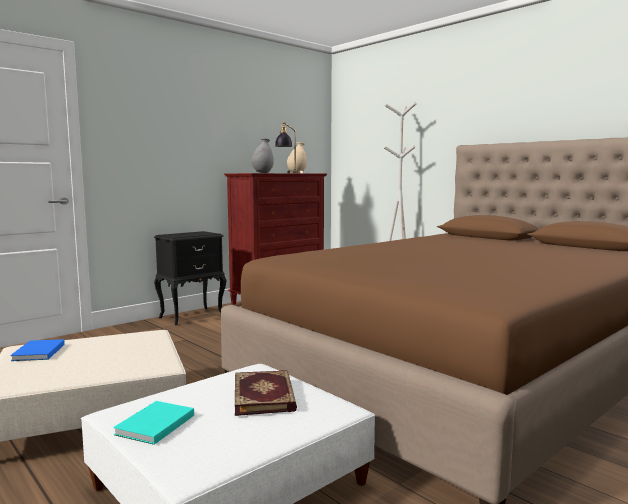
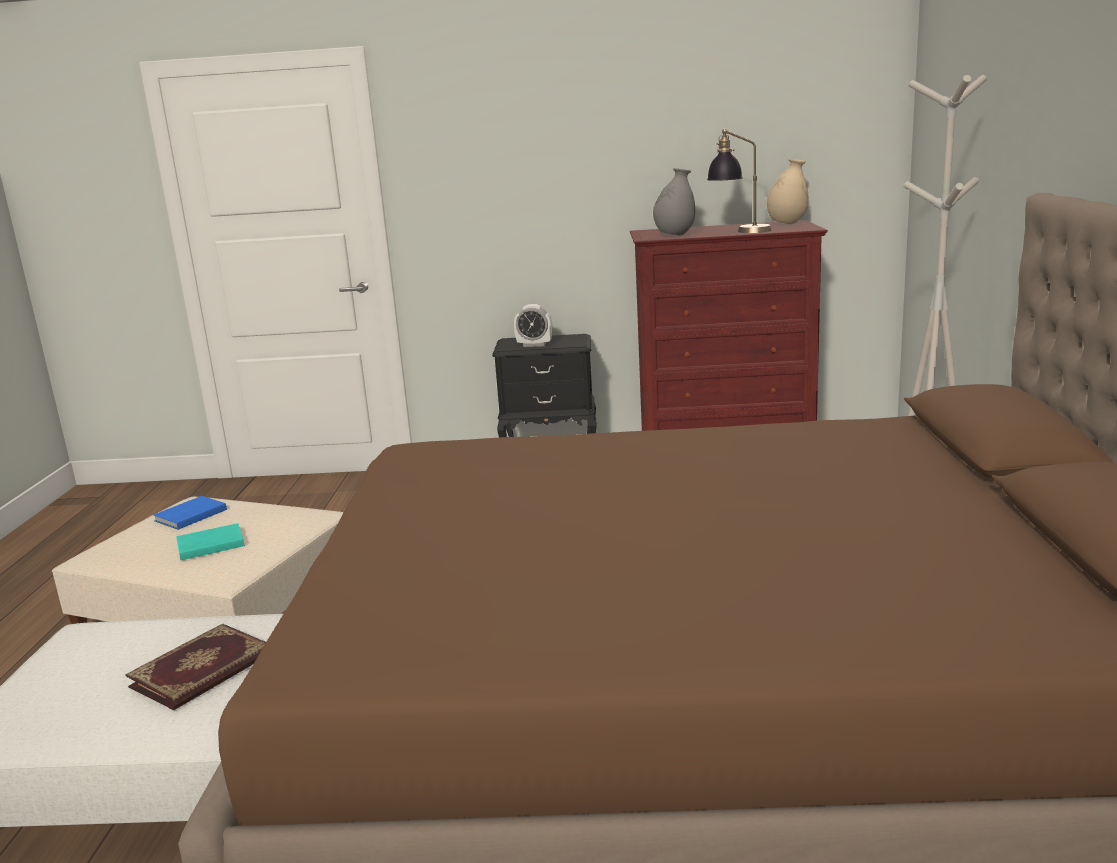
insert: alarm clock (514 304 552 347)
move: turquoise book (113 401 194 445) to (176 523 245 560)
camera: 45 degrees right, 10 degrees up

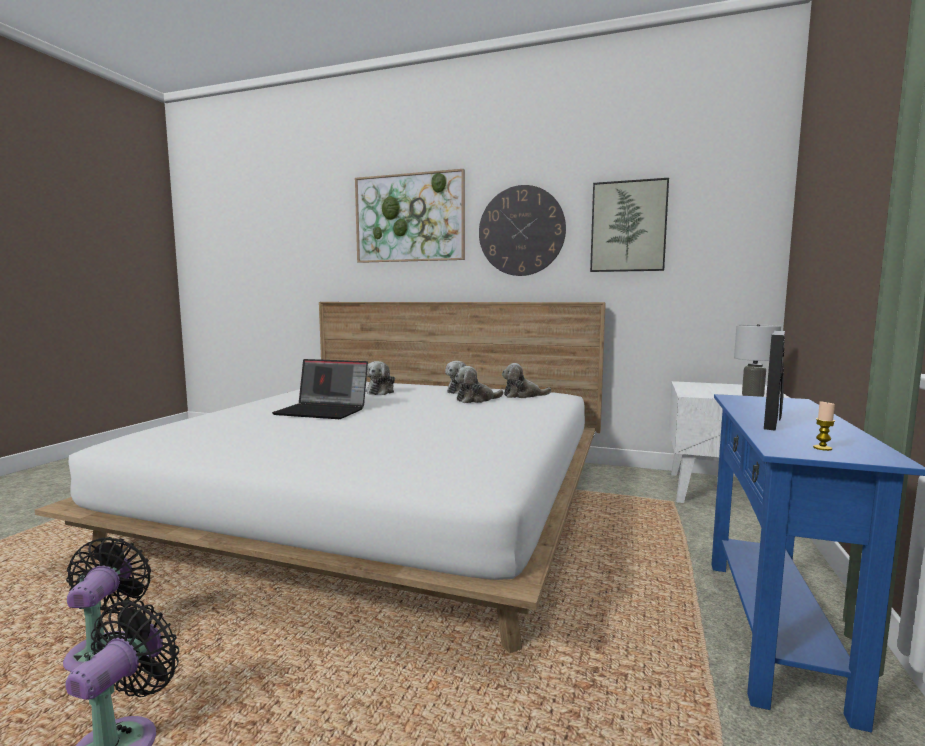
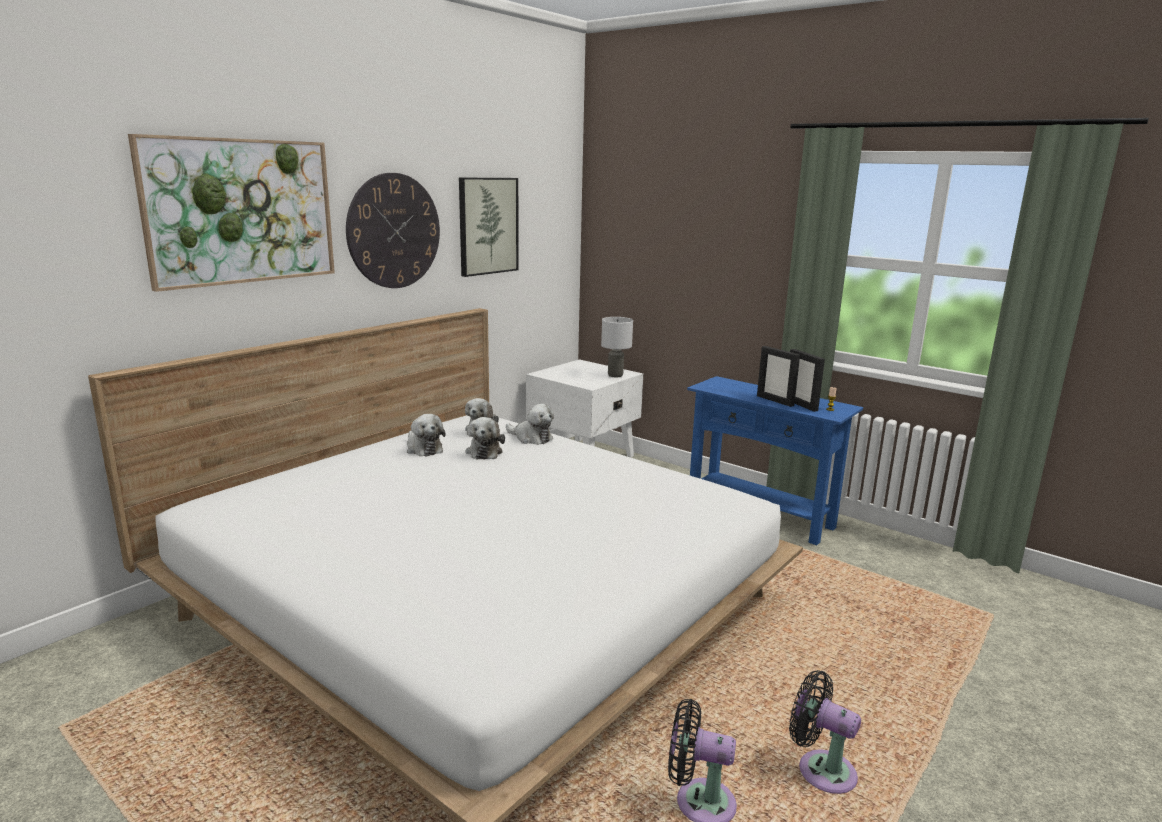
delete: laptop (272 359 368 419)
insert: picture frame (790 349 825 412)
move: plush toy (366 361 395 395) to (506 404 554 445)
camera: 70 degrees left, 10 degrees up

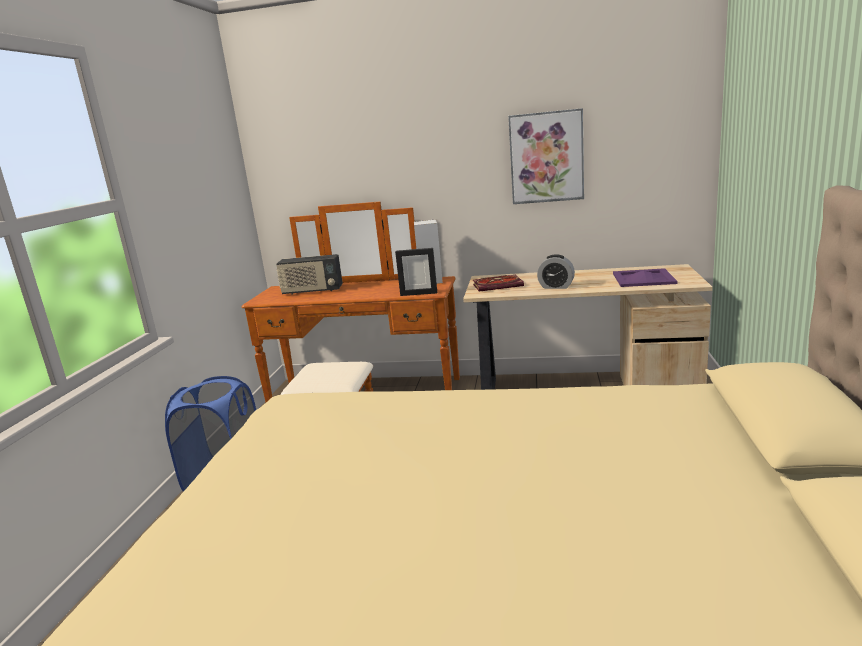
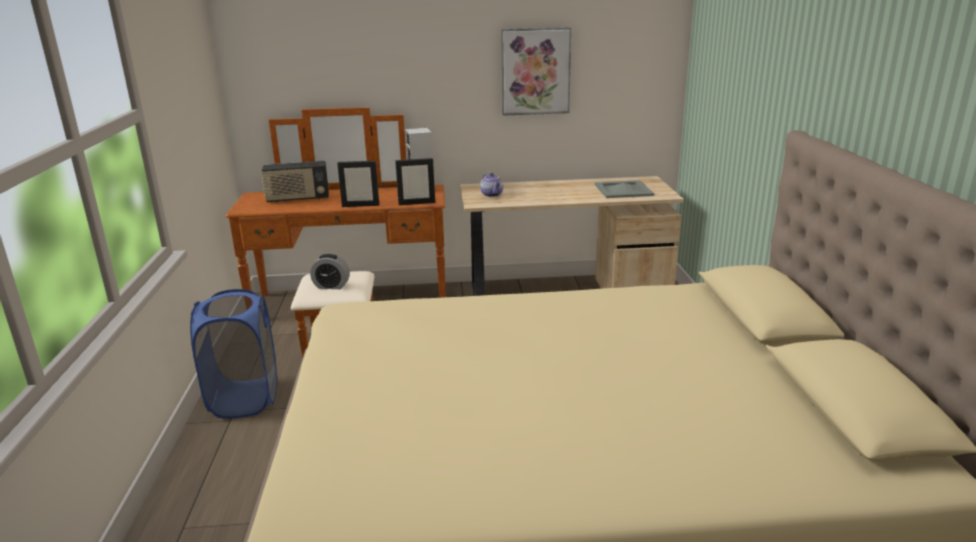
insert: picture frame (337 161 379 207)
move: alarm clock (537 254 575 289) to (310 254 350 289)
replace: book (473 275 524 292) to teapot (480 173 503 197)
recolor: purple tray (613 268 678 287) to grey tray (595 180 654 198)
camera: 15 degrees left, 5 degrees up

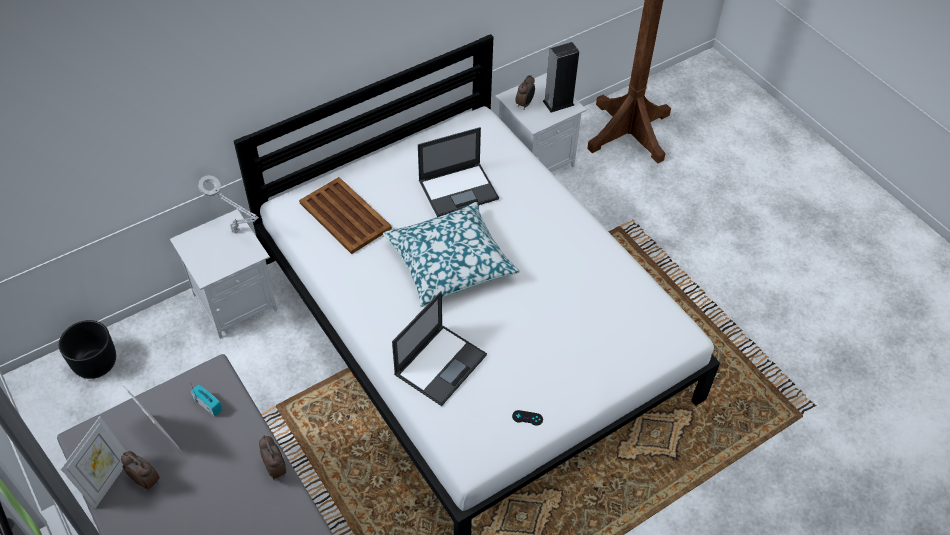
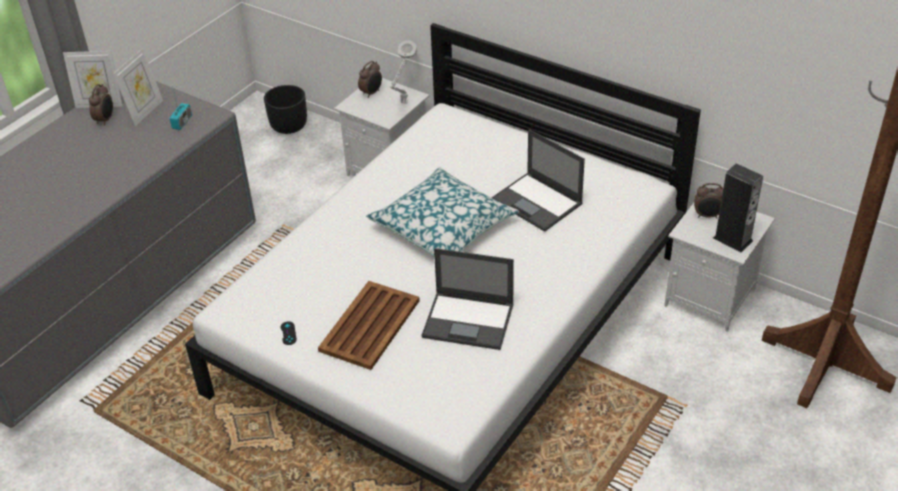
move: brown tray (299 177 392 254) to (318 281 420 370); laptop (392 291 487 406) to (421 248 514 350); alarm clock (259 436 286 479) to (358 61 382 98)
camera: 70 degrees right, 10 degrees down

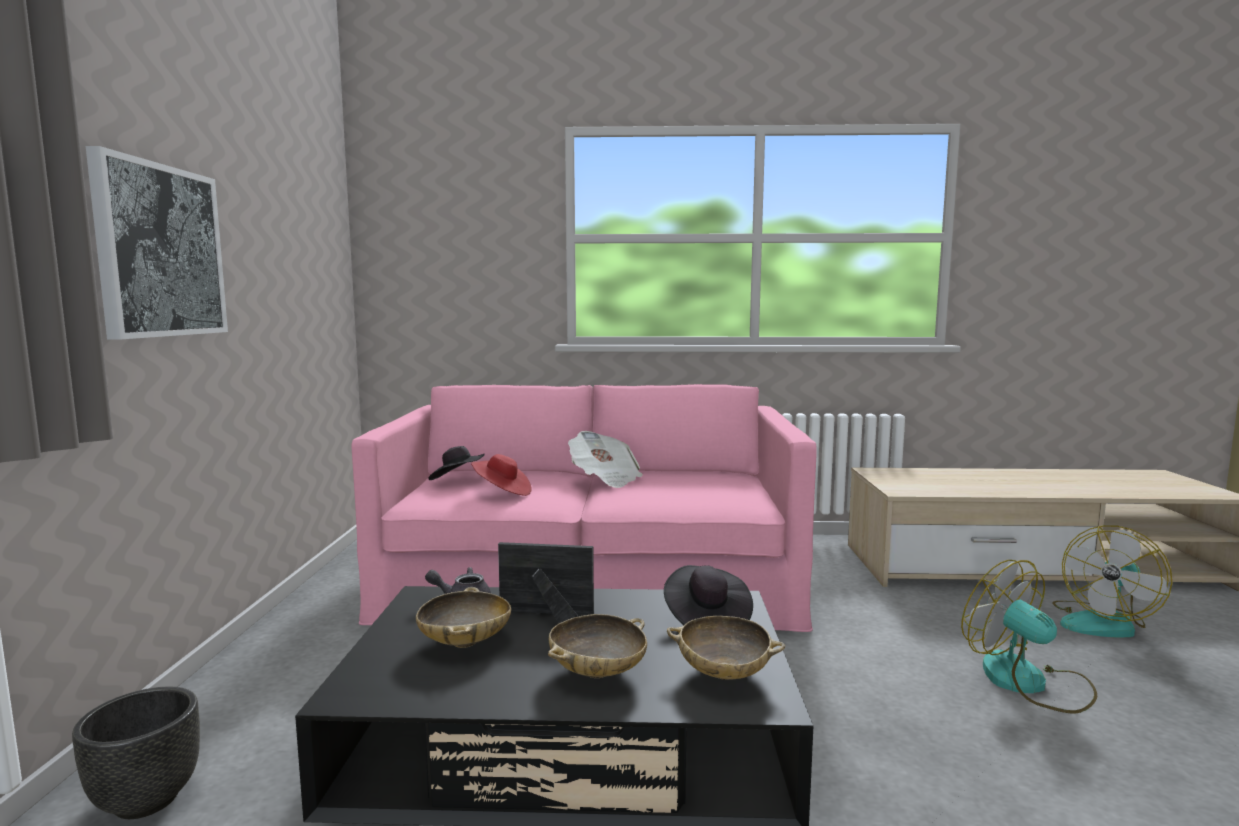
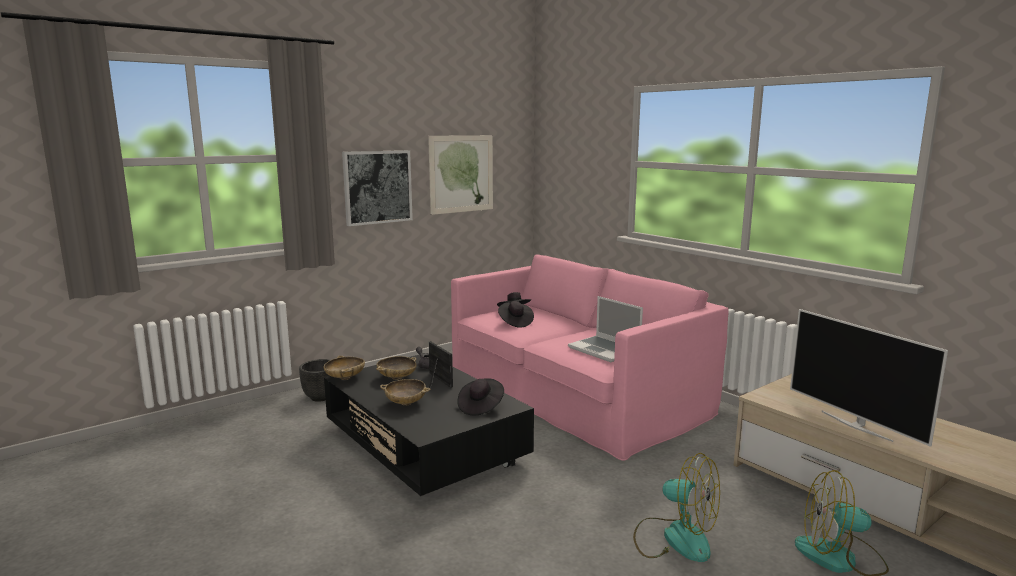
delete: newspaper (568 431 643 488)
insert: picture (428 135 493 215); laptop (568 296 643 362); television (790 309 948 447)
move: beige bowl (667 616 785 680) to (324 355 365 380)
recolor: red hat (471 454 532 496) to black hat (498 301 534 328)
rotate: fan (961 560 1097 714) = (633 453 720 562) 105 degrees clockwise
camera: 50 degrees right, 5 degrees up

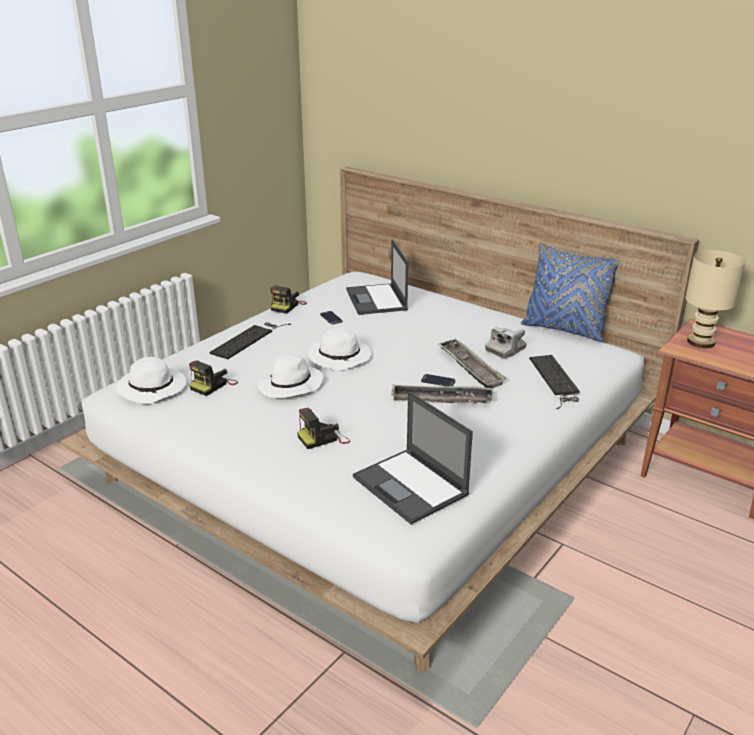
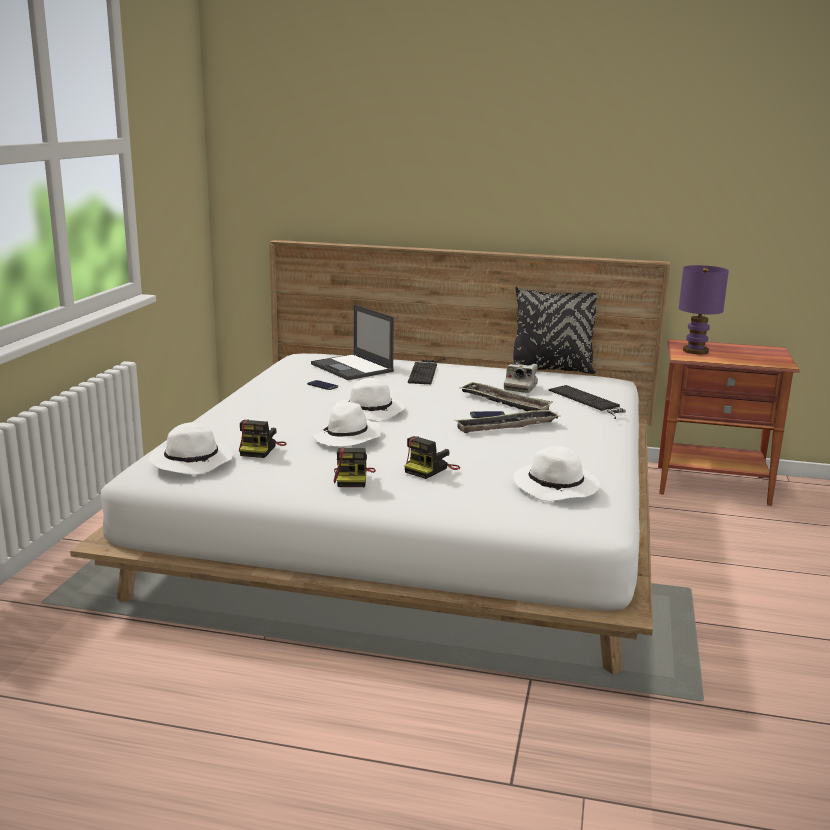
move: photo camera (270 286 307 314) to (334 447 376 487); keyboard (210 322 291 359) to (408 358 446 384)
replace: laptop (353 391 473 524) to white hat (513 446 600 501)
recolor: blue pillow (521 242 619 342) to black pillow (513 286 598 374); beige table lamp (685 250 745 348) to purple table lamp (679 265 729 355)
camera: 25 degrees left, 10 degrees down

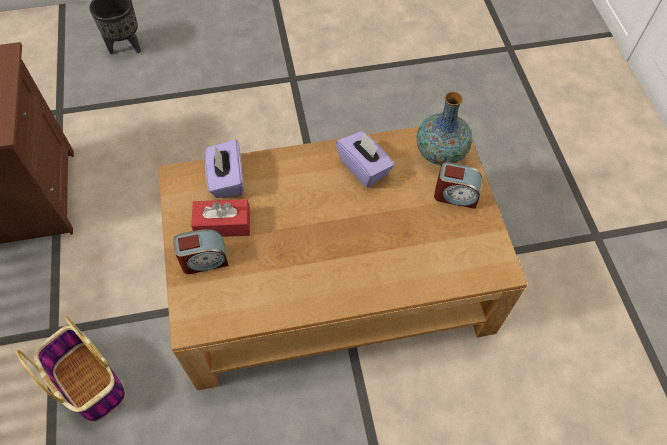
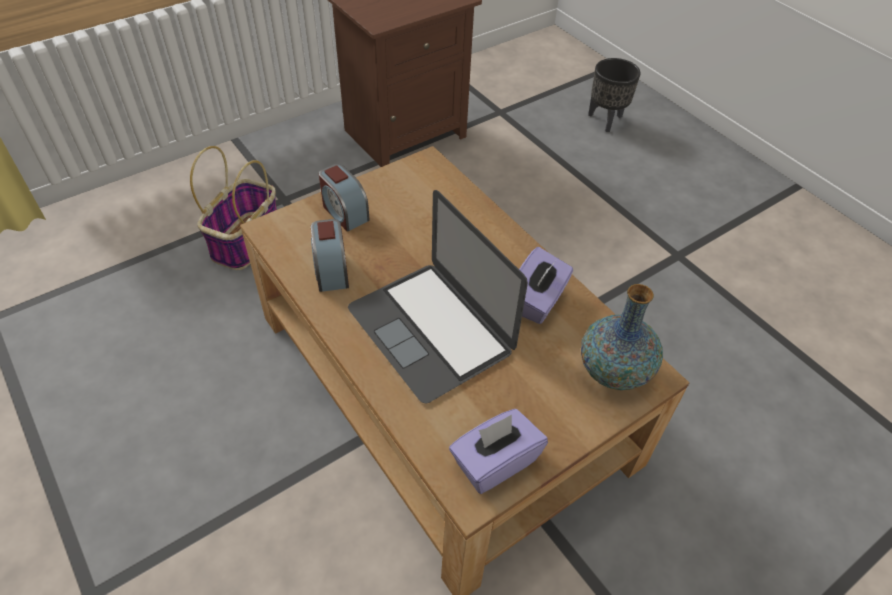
delete: red tissue box (191 199 250 237)
insert: laptop (348 190 528 404)
move: purple tissue box (205 139 243 198) to (449 409 548 494); alarm clock (434 162 482 209) to (311 219 349 292)
camera: 65 degrees right, 10 degrees down

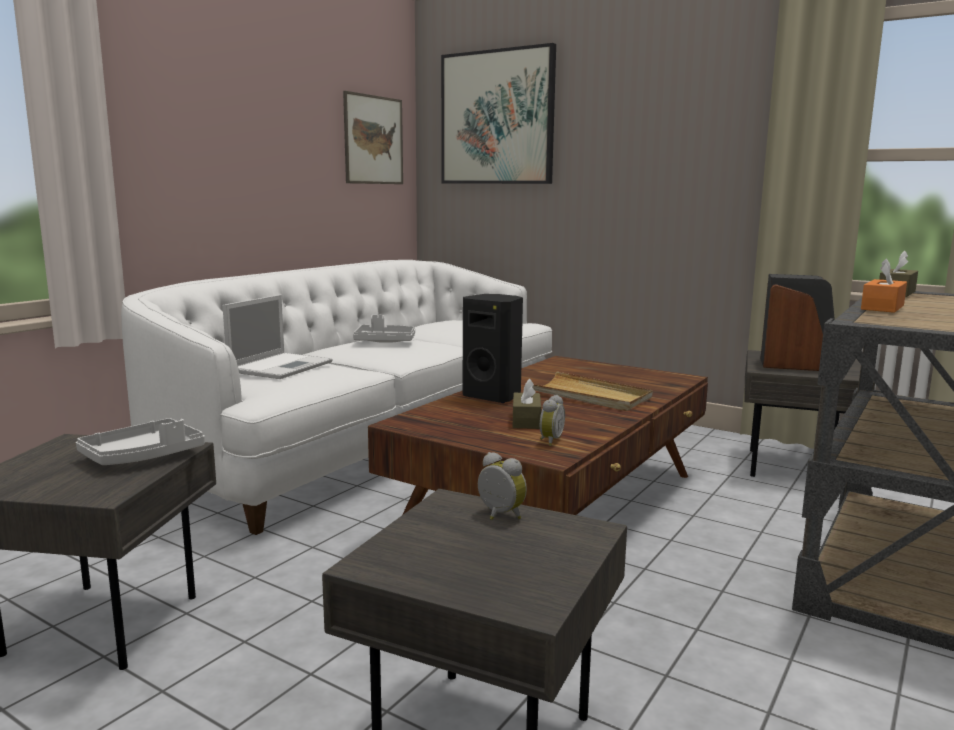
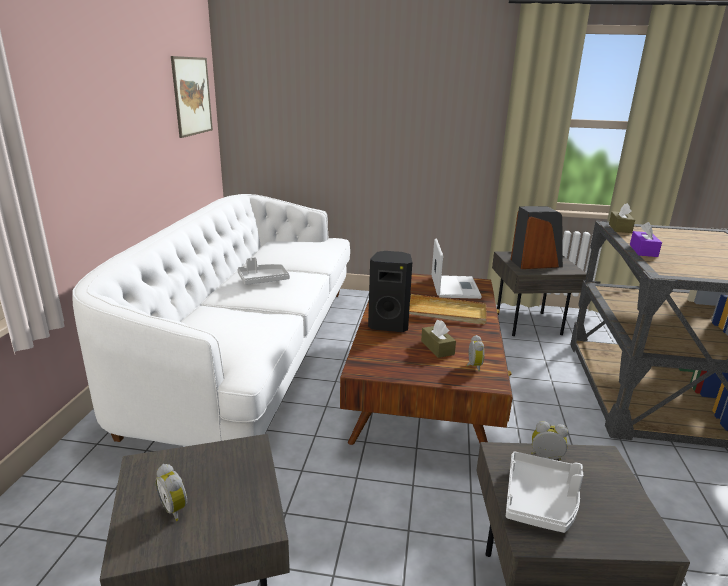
delete: picture (441 43 556 184)
insert: alarm clock (155 464 187 521)
move: laptop (223 295 333 379) to (432 239 482 299); grey tray (76 418 205 465) to (506 451 583 533)
recolor: orange tissue box (861 258 907 313) to purple tissue box (630 222 662 257)
camera: 25 degrees left, 10 degrees up

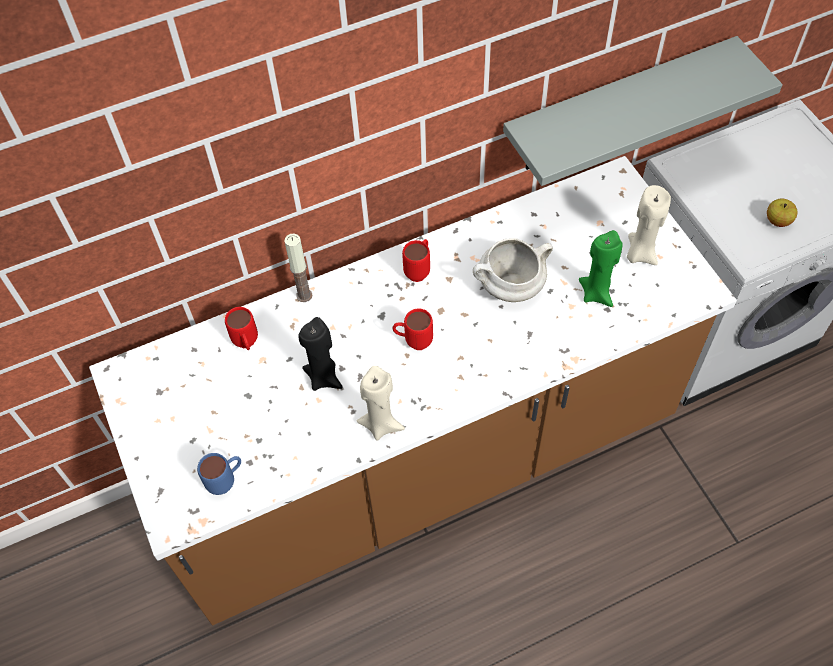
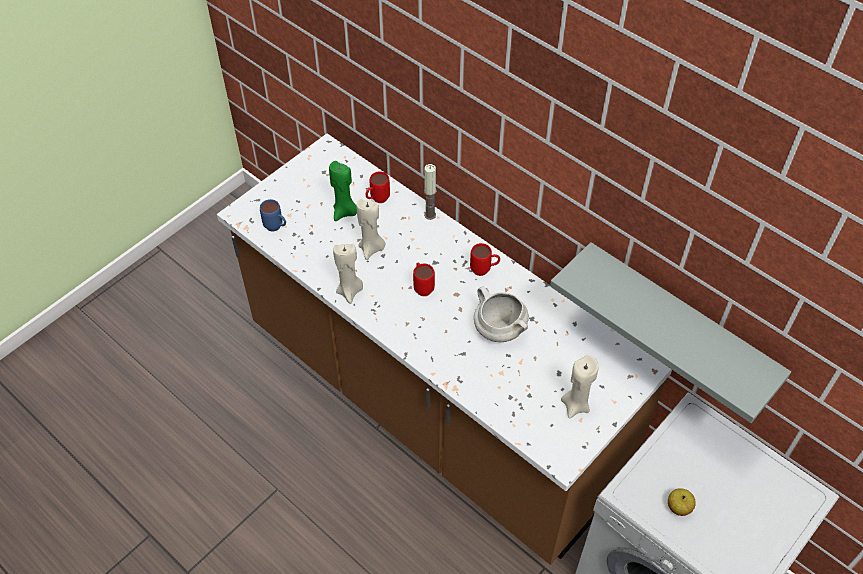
move: green candle (579 230 623 307) to (329 161 357 221)
recolor: black candle (298 317 343 391) to beige candle (356 199 385 260)
camera: 65 degrees right, 5 degrees down

